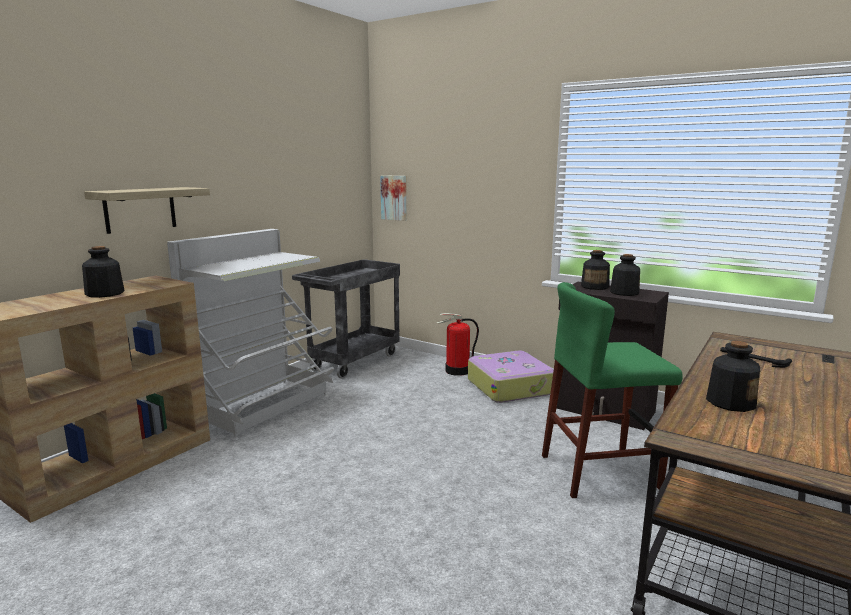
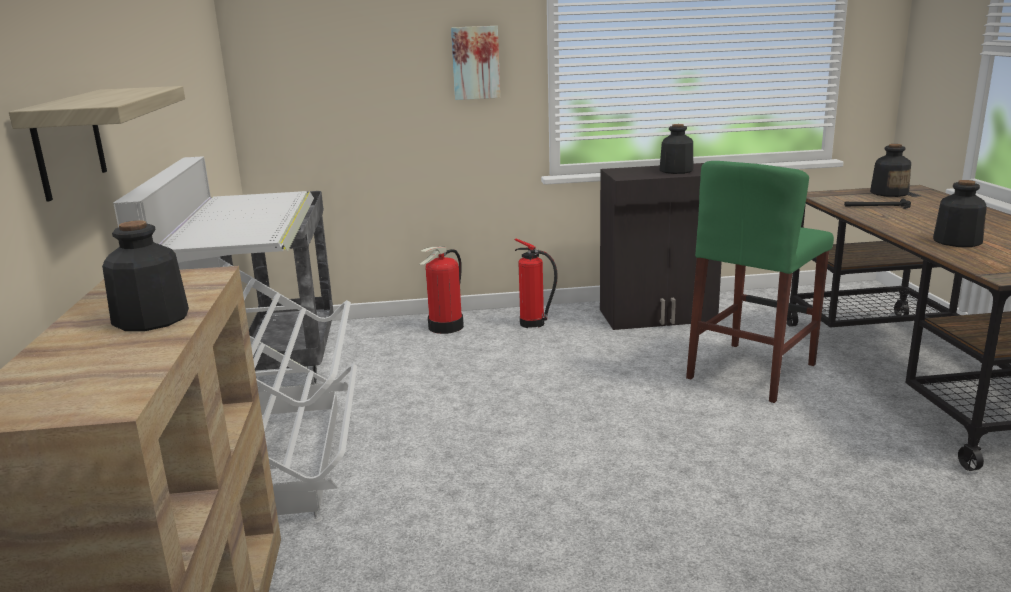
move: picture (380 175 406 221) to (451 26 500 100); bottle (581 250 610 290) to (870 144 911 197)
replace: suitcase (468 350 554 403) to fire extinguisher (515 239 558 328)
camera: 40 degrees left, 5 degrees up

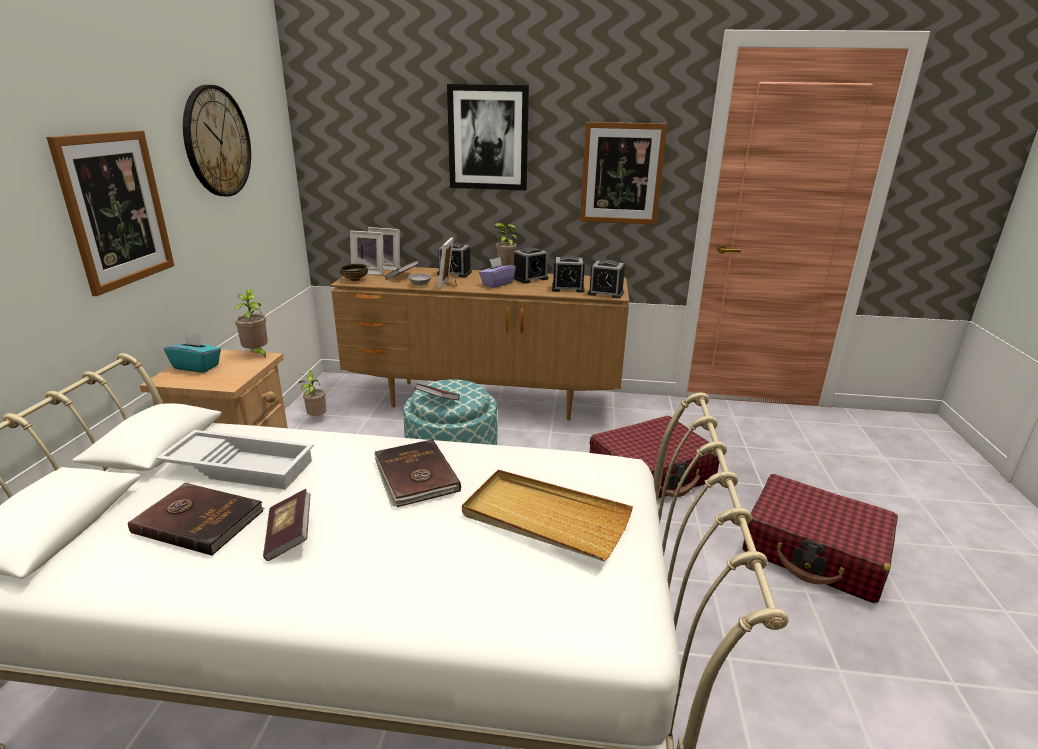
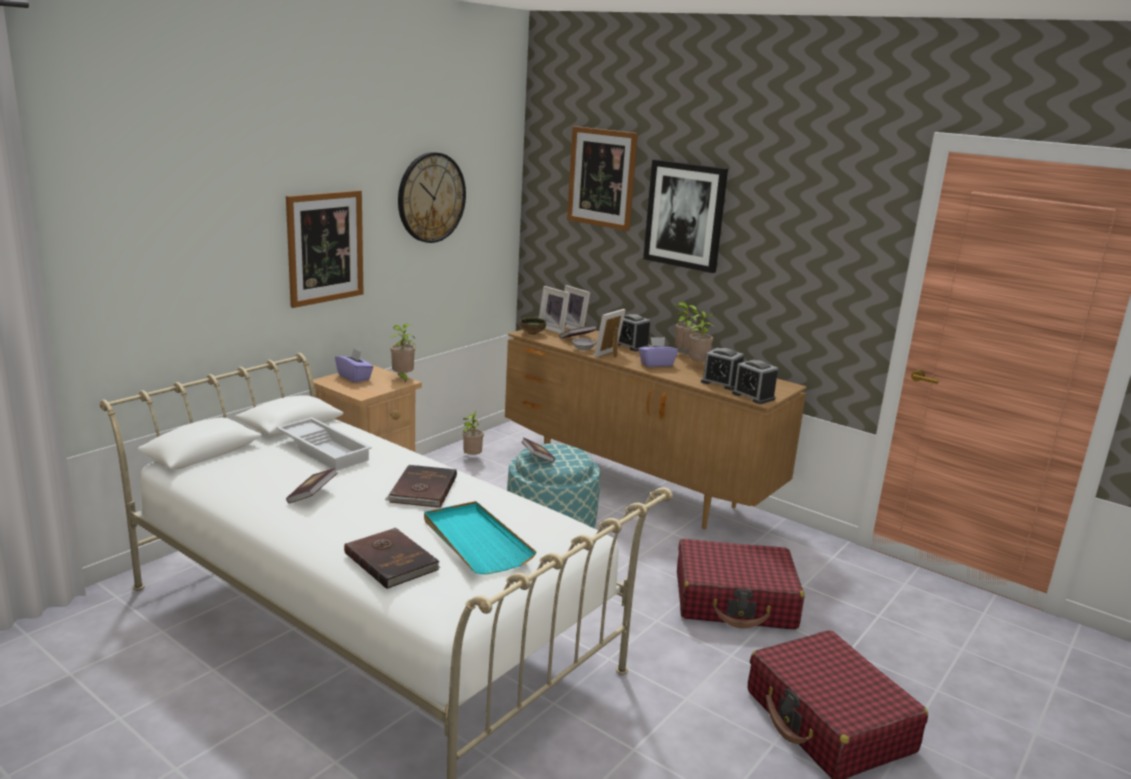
move: picture (580 122 667 225) to (567 126 638 231); brown book (128 483 264 556) to (344 527 440 589)
replace: alarm clock (513 247 548 283) to potted plant (689 311 714 362)
recolor: turquoise tissue box (164 332 221 373) to purple tissue box (335 349 374 382); beige tray (462 469 633 561) to turquoise tray (424 501 537 575)
camera: 30 degrees right, 5 degrees down

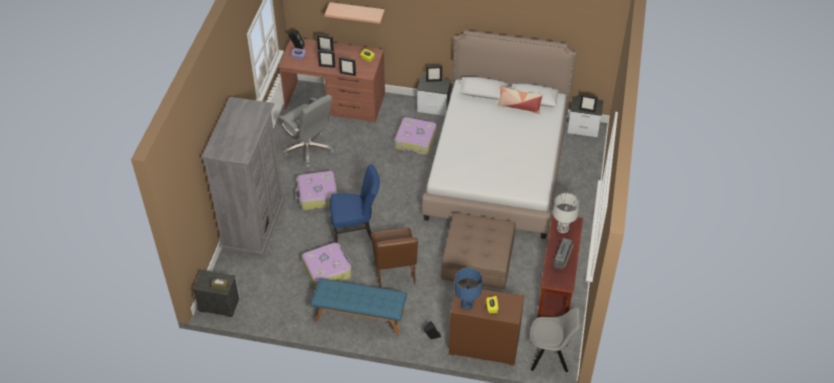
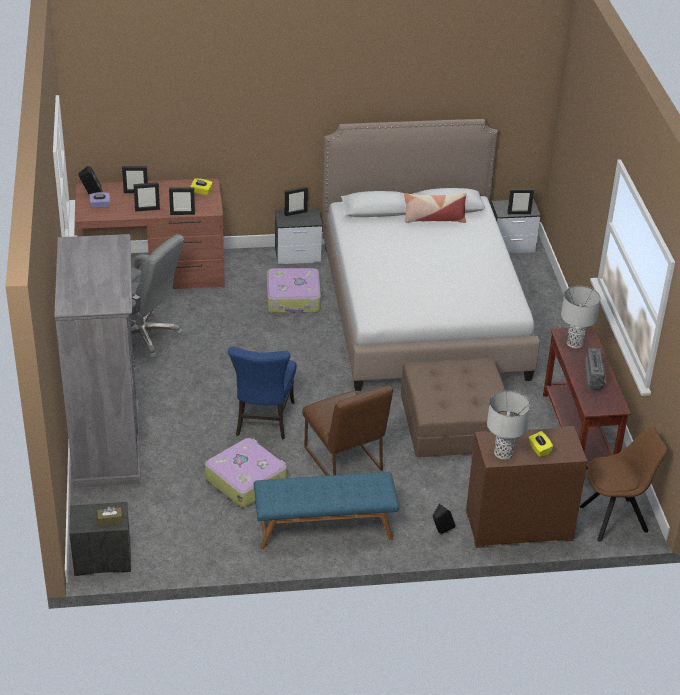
delete: shelf (324 2 385 24); suitcase (295 171 337 210)
recolor: blue table lamp (454 268 482 310) to white table lamp (487 391 530 460); grey chair (530 307 581 373) to brown chair (580 427 668 542)
rotate: blue chair (330 164 380 243) = (228 347 297 440) 120 degrees clockwise
camera: 20 degrees left, 10 degrees down

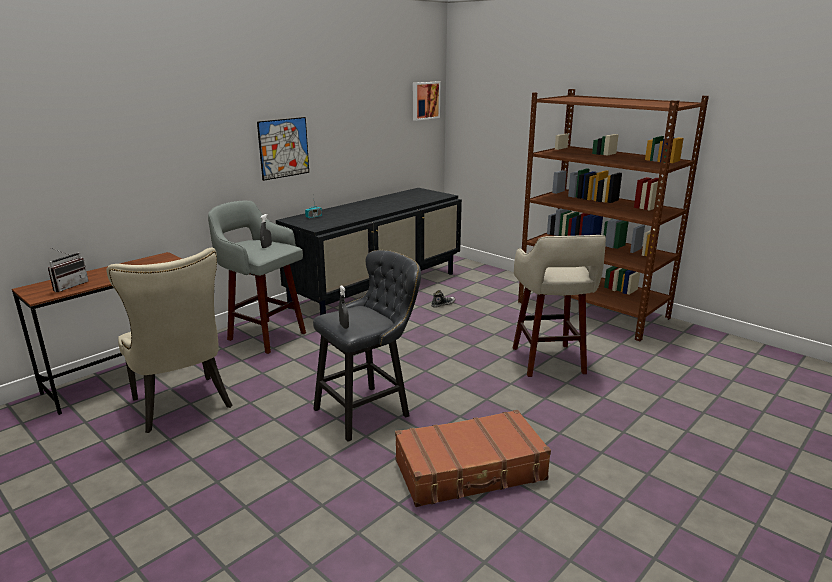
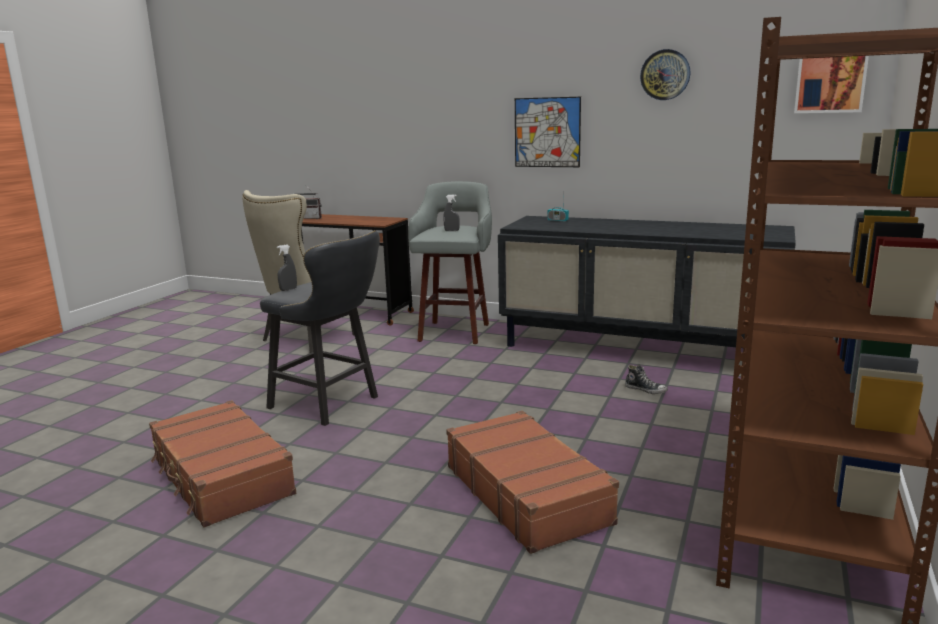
insert: wall clock (640 49 691 100)
replace: beige stool (513 235 606 377) to brown suitcase (446 411 619 554)
camera: 70 degrees right, 5 degrees down

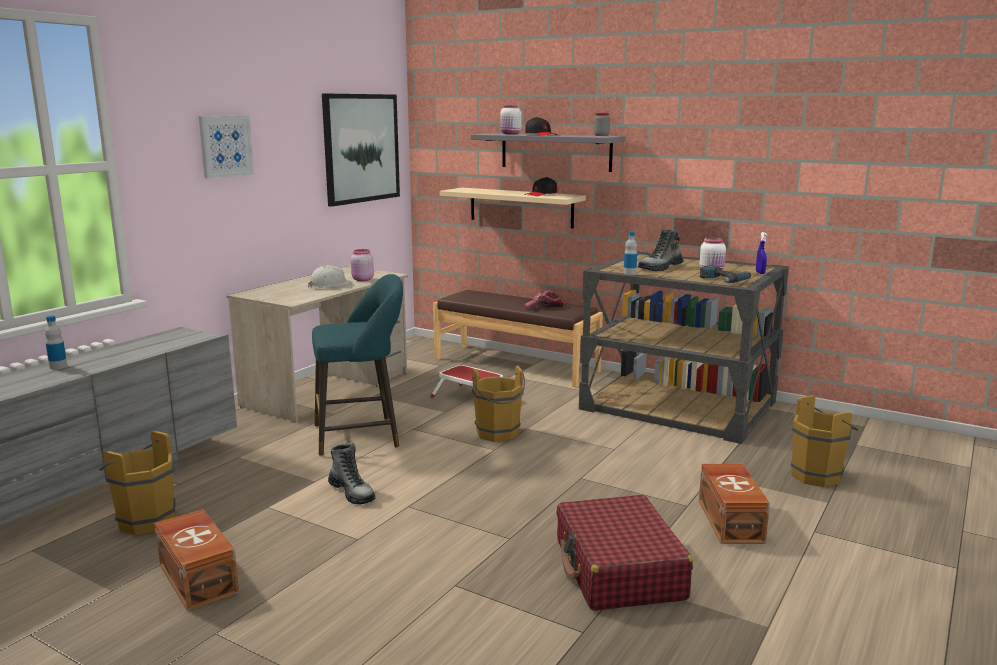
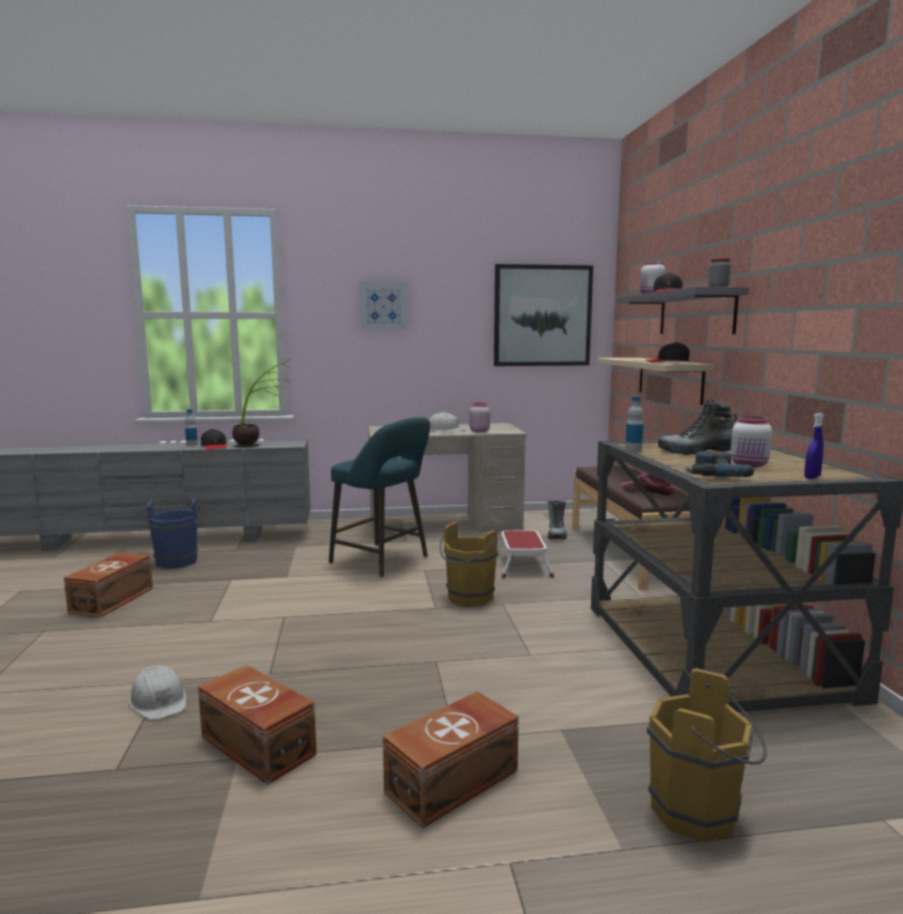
insert: potted plant (232 359 292 448); black cap (201 429 227 449); white hard hat (128 665 187 720)
move: boot (328 443 375 505) to (548 501 567 539)
replace: red suitcase (557 495 693 611) to brown storage box (198 665 317 785)
recolor: brown bucket (99 431 175 536) to blue bucket (146 498 200 569)
camera: 50 degrees right, 5 degrees down

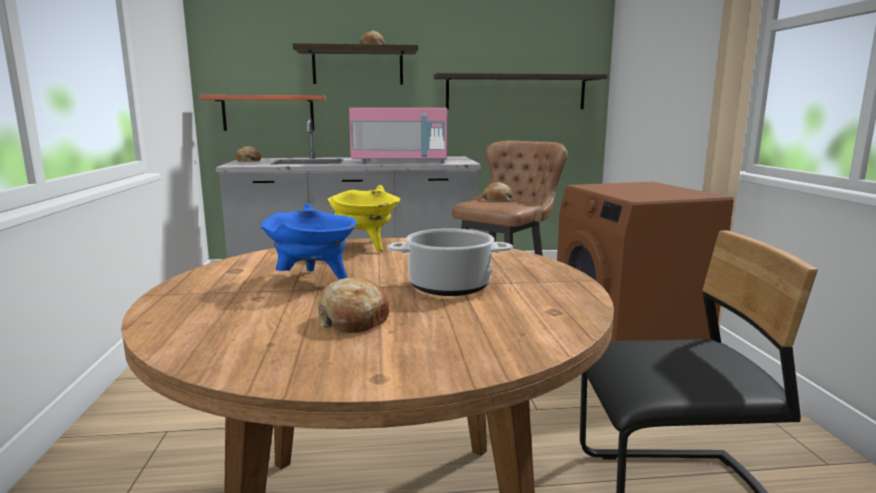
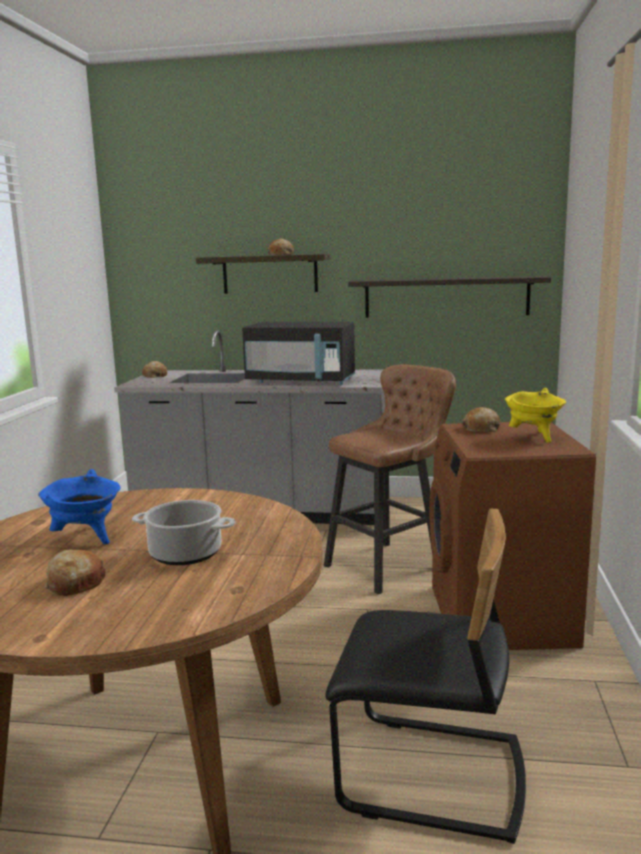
delete: shelf (199 95 326 131)
move: bread (482 182 512 202) to (462 407 500 432); yellow cooking pot (327 185 400 252) to (505 388 566 443)
recolor: pink microwave (349 108 447 163) to black microwave (242 322 355 385)
camera: 15 degrees right, 0 degrees up

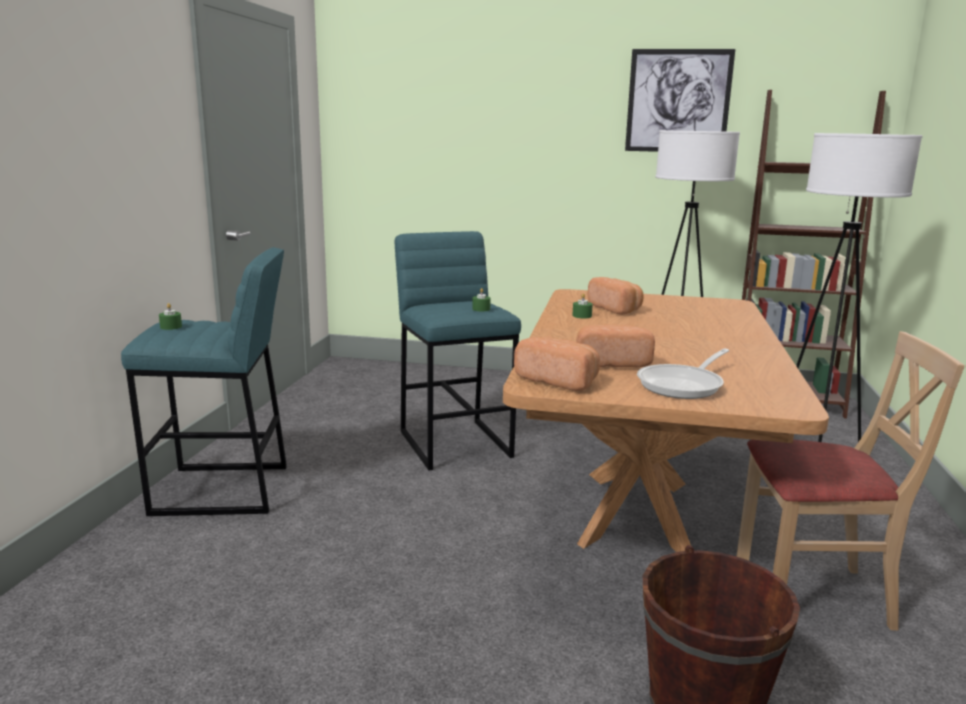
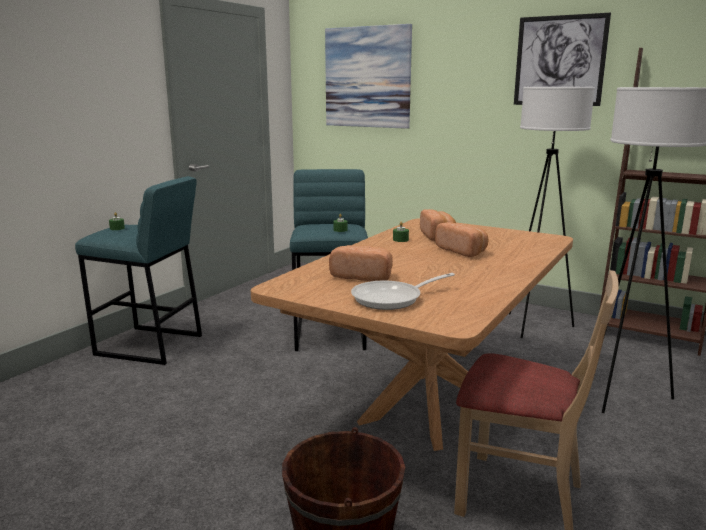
insert: picture (325 24 412 129)
move: bread (514 337 600 391) to (435 222 488 257)
camera: 20 degrees right, 0 degrees up

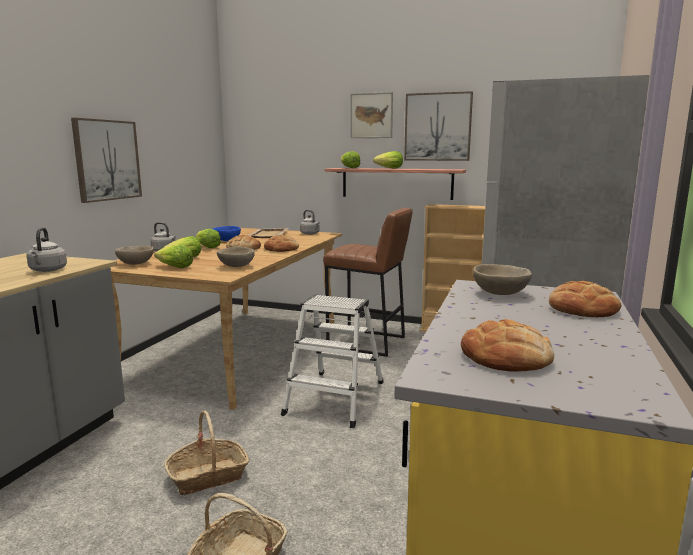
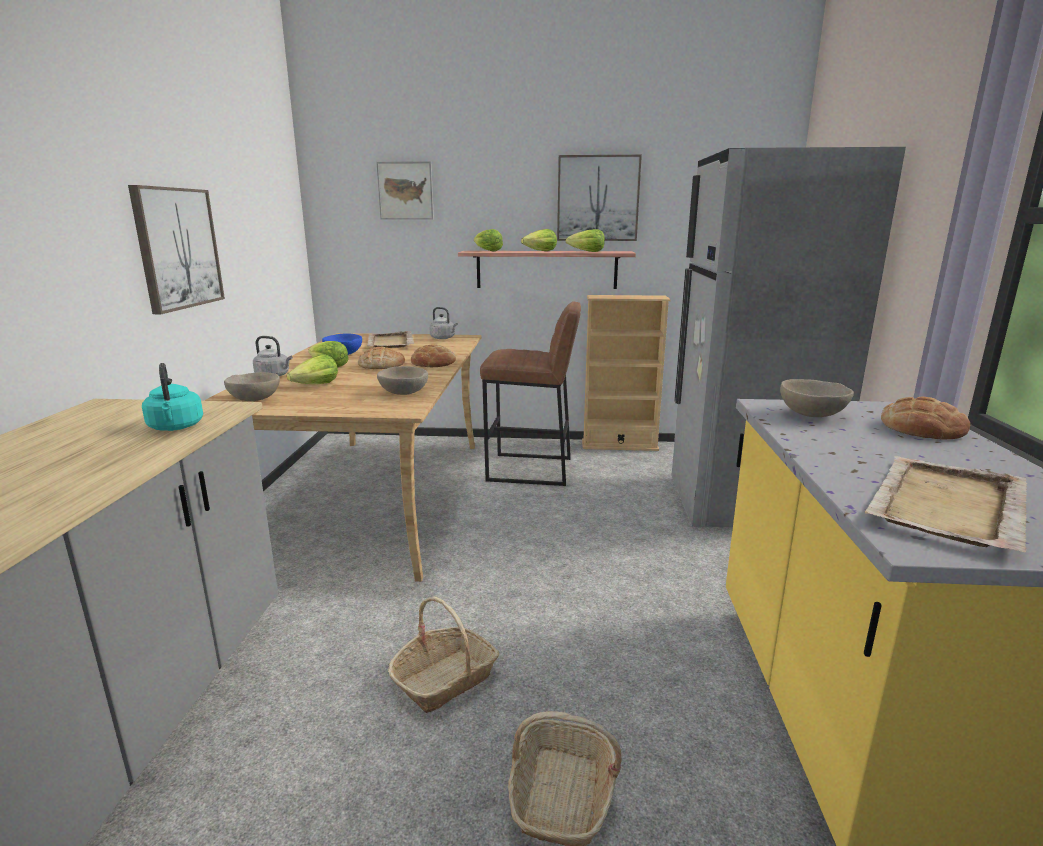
delete: white step ladder (281 294 384 428)
move: picture (351 92 393 138) to (376 161 434 220); lettuce (154 245 193 268) to (566 229 605 252)
replace: bread (461 319 555 372) to beige tray (865 456 1027 552)
recolor: grey kettle (26 227 67 272) to turquoise kettle (142 363 203 431)
camera: 15 degrees left, 5 degrees up

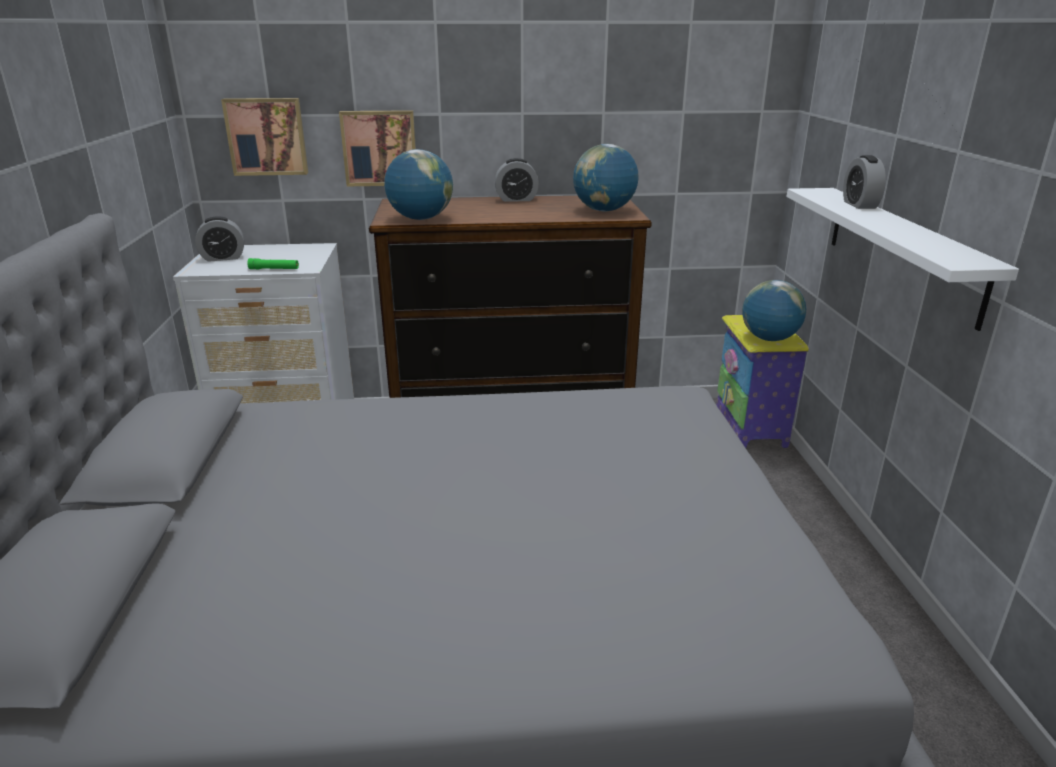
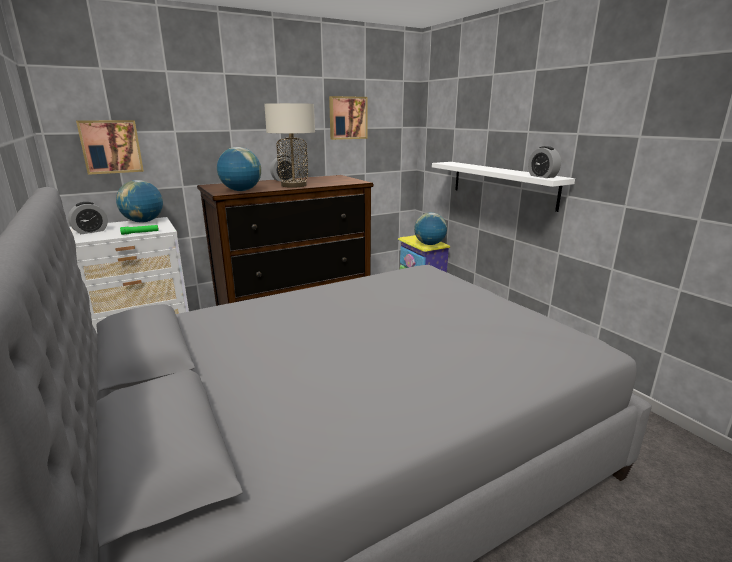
insert: table lamp (264 103 315 188)
move: picture (339 110 416 186) to (329 96 367 140); globe (573 144 638 211) to (116 180 163 223); alarm clock (843 155 886 209) to (528 146 561 178)
camera: 25 degrees left, 5 degrees down

